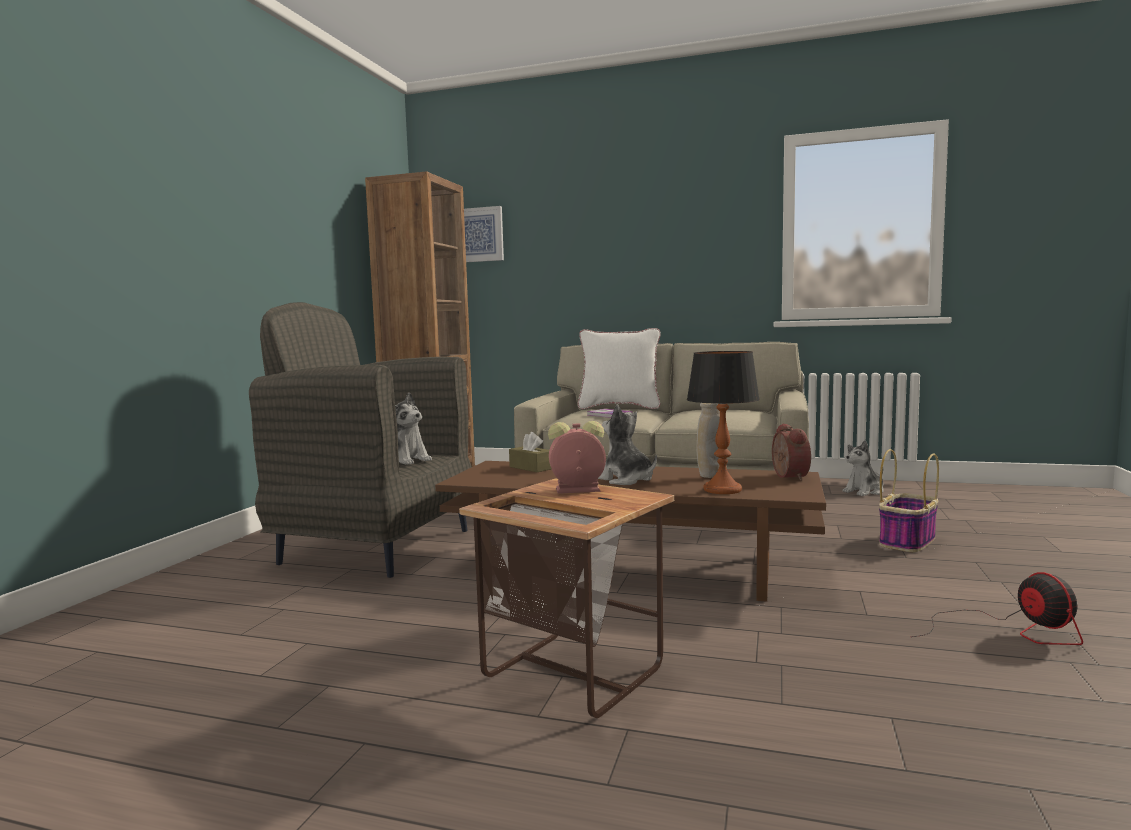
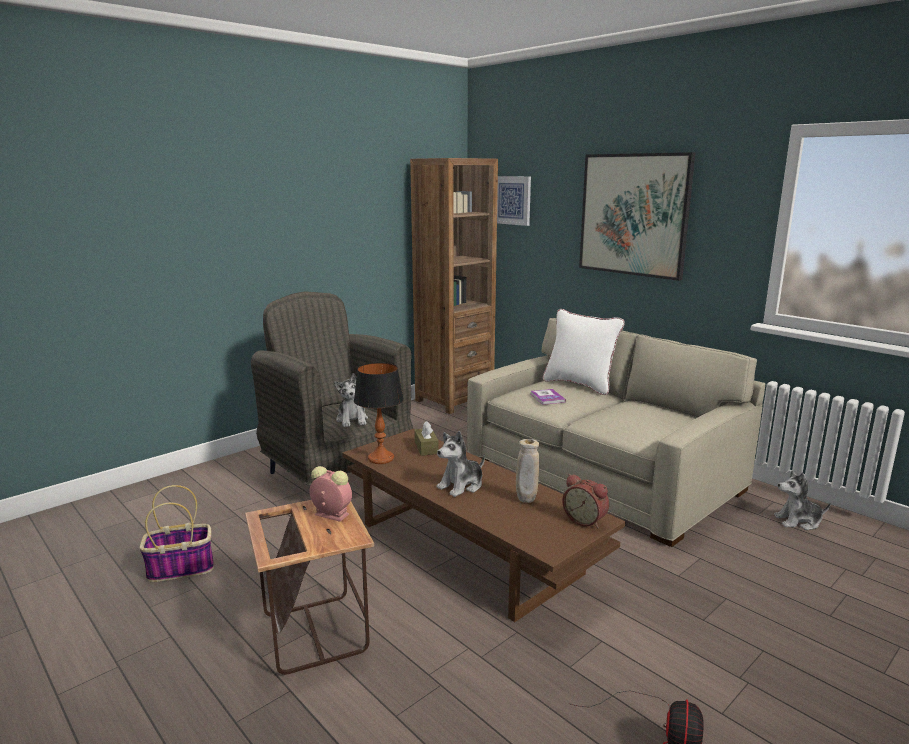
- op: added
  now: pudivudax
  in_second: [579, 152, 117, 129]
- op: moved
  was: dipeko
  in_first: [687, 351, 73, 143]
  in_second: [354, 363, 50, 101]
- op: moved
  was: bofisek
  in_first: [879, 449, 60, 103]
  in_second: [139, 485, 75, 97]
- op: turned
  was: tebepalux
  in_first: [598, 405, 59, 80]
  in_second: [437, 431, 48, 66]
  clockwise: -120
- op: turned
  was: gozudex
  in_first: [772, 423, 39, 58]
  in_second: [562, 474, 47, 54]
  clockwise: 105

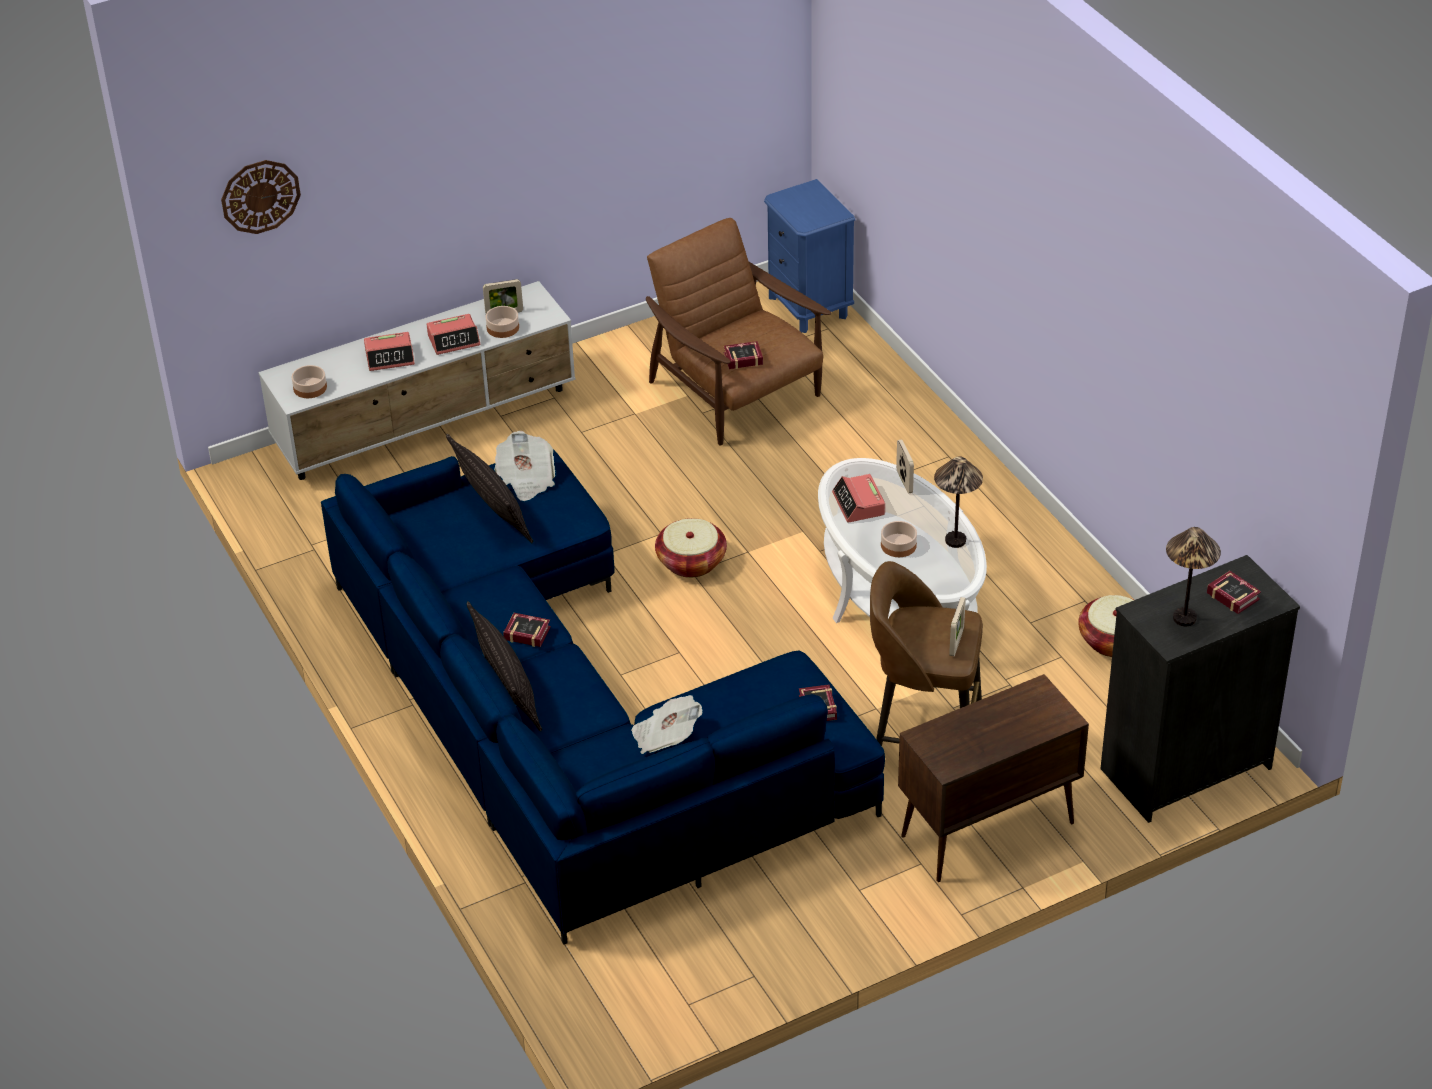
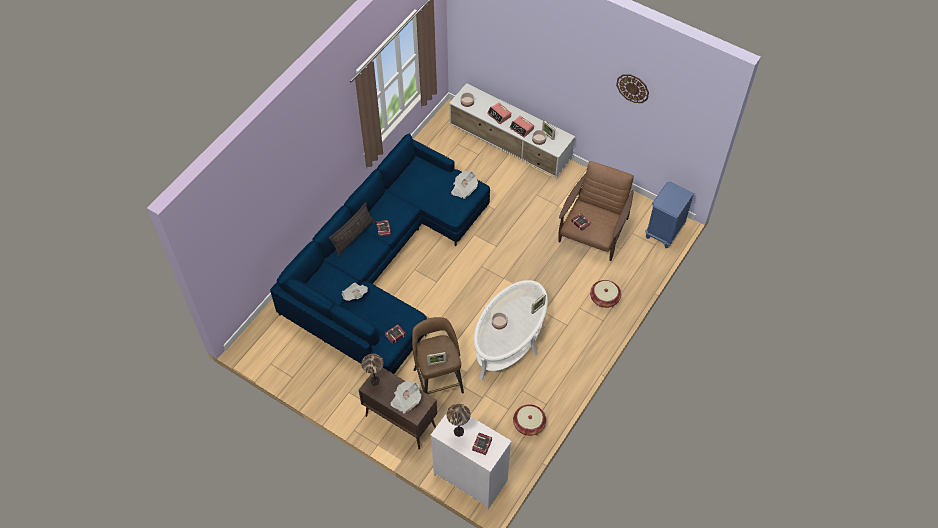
- op: removed
  was: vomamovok
  in_first: [446, 434, 87, 109]
- op: removed
  was: gozudex
  in_first: [832, 474, 53, 48]
- op: added
  now: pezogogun
  in_second: [390, 380, 31, 34]
- op: moved
  was: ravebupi
  in_first: [221, 160, 80, 74]
  in_second: [616, 74, 33, 29]
- op: moved
  was: bofisek
  in_first: [655, 518, 72, 60]
  in_second: [590, 280, 31, 28]
- op: moved
  was: dipeko
  in_first: [934, 456, 49, 92]
  in_second: [361, 354, 23, 32]
- op: recoloured
  was: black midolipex
  now: white midolipex
  in_first: [1100, 555, 200, 268]
  in_second: [430, 413, 82, 96]

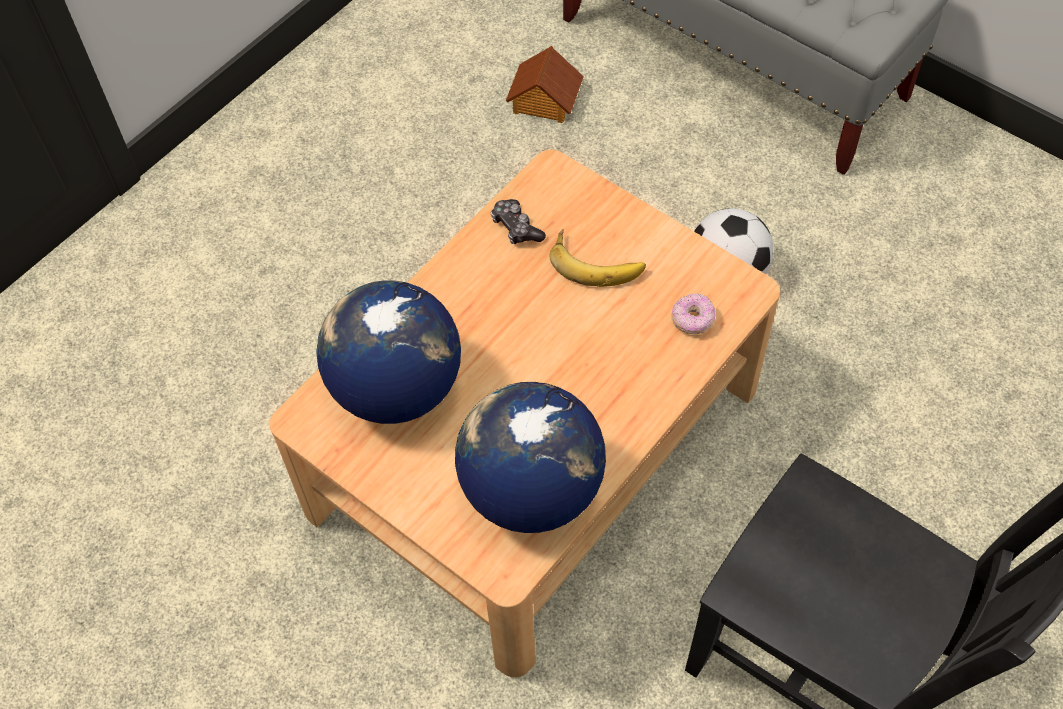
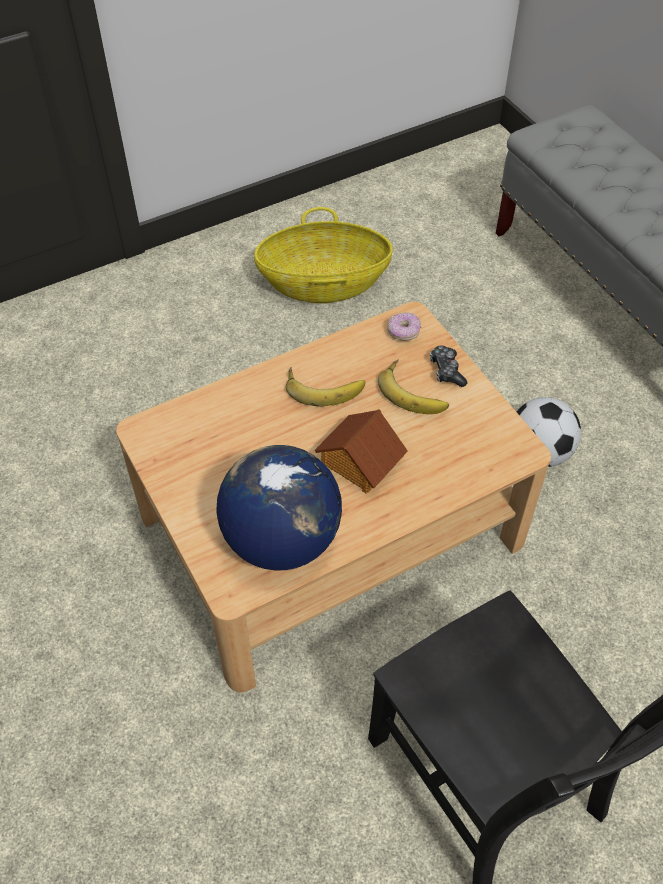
- op: removed
  was: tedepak
  in_first: [317, 280, 144, 144]
- op: added
  now: bofisek
  in_second: [254, 207, 139, 96]
- op: added
  now: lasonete
  in_second: [286, 367, 79, 39]
- op: moved
  was: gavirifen
  in_first: [491, 199, 55, 45]
  in_second: [430, 345, 37, 42]
- op: moved
  was: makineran
  in_first: [506, 46, 78, 77]
  in_second: [314, 409, 94, 85]
- op: moved
  was: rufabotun
  in_first: [672, 293, 43, 41]
  in_second: [387, 313, 34, 28]

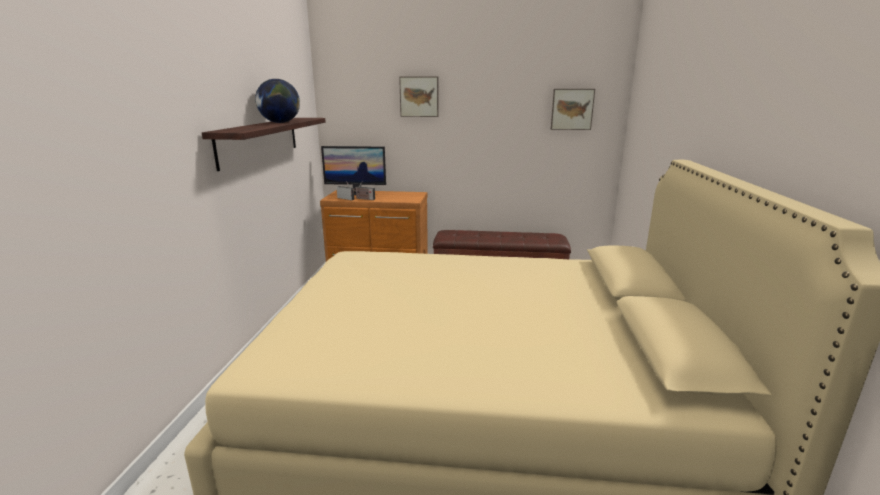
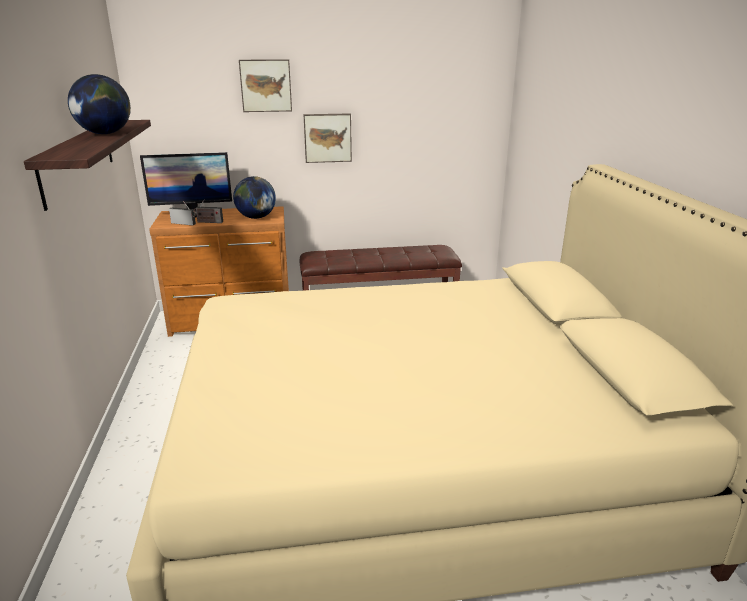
- op: added
  now: tedepak
  in_second: [233, 176, 43, 43]
- op: moved
  was: pudivudax
  in_first: [551, 89, 44, 41]
  in_second: [303, 113, 49, 50]

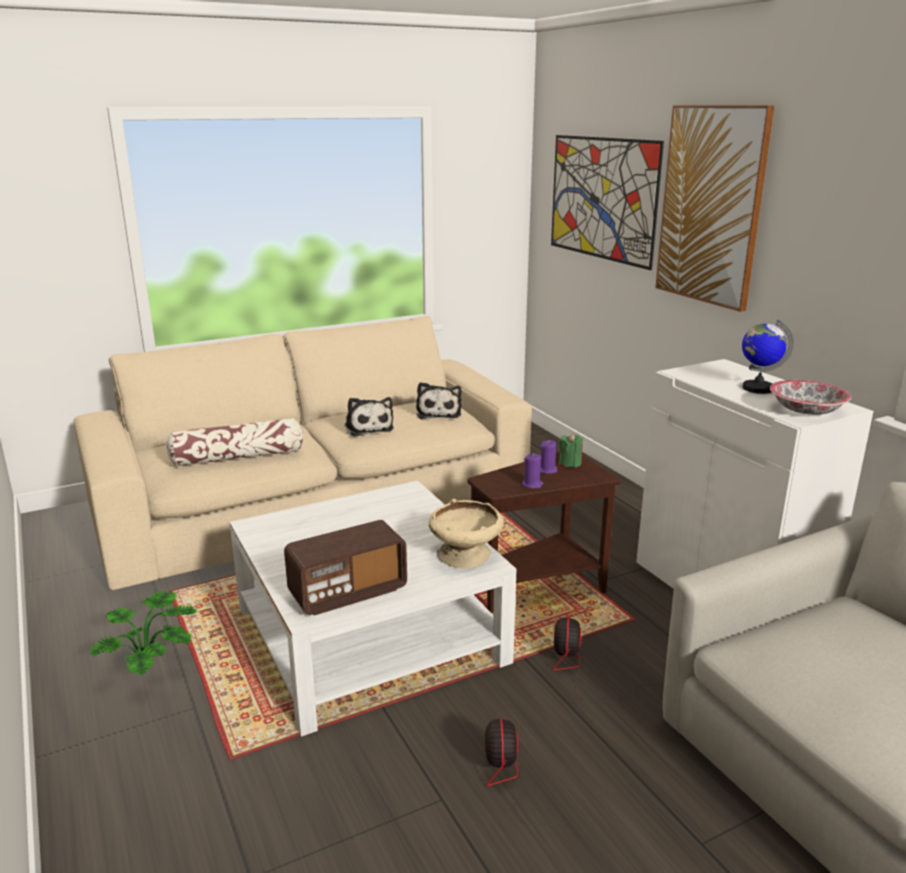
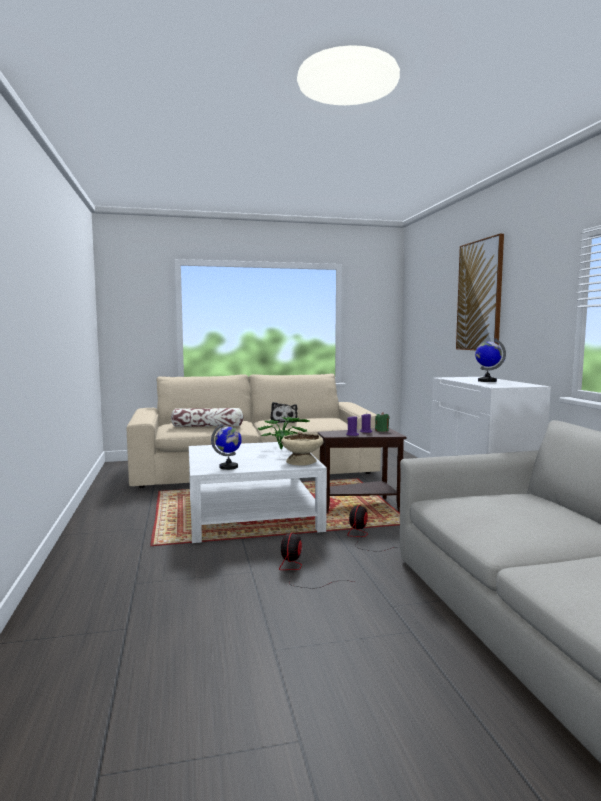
- op: removed
  was: tebepalux
  in_first: [416, 382, 46, 37]
- op: removed
  was: pudivudax
  in_first: [551, 135, 113, 135]
- op: removed
  was: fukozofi
  in_first: [770, 380, 81, 35]
- op: moved
  was: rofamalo
  in_first: [89, 591, 108, 85]
  in_second: [257, 417, 52, 32]
- op: replaced
  was: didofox
  now: tedepak
  in_first: [284, 520, 123, 95]
  in_second: [211, 424, 31, 46]

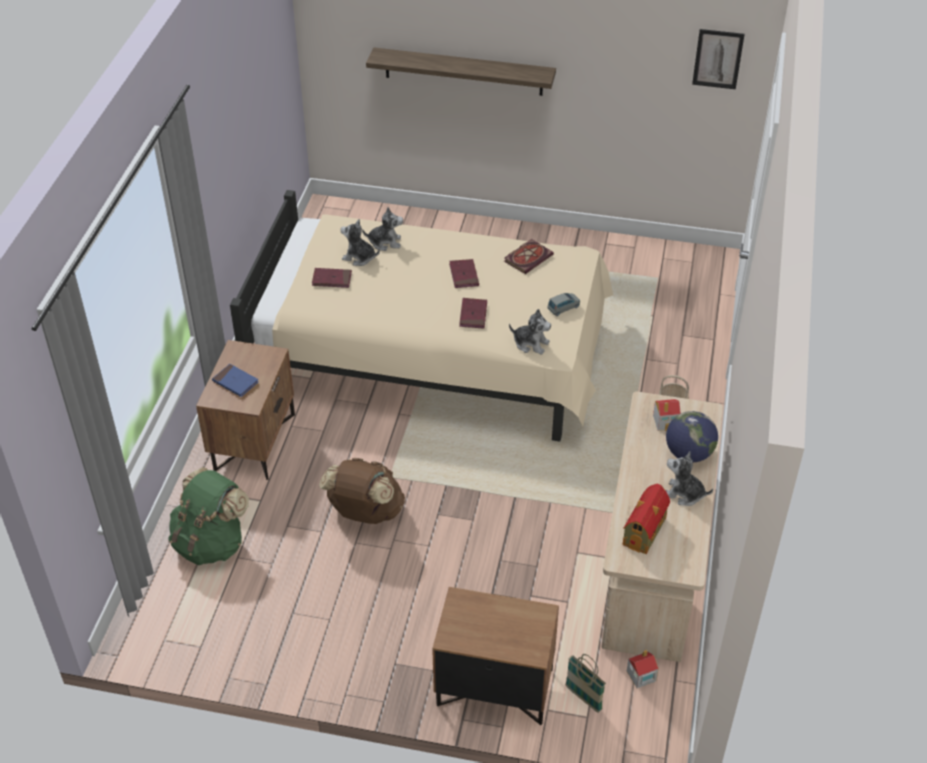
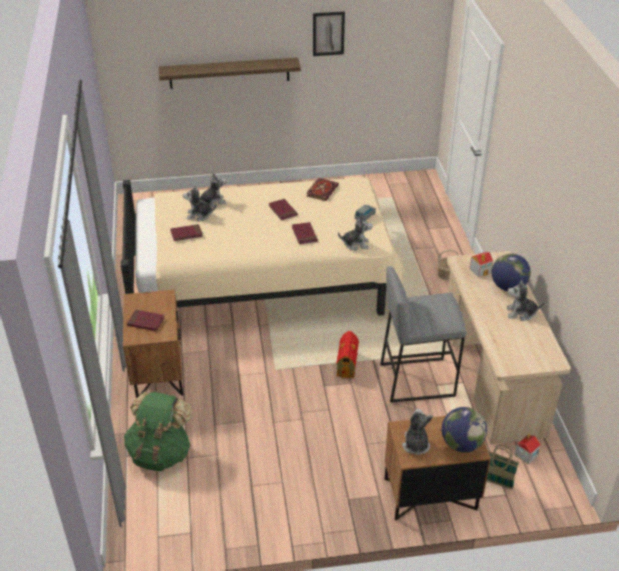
- op: removed
  was: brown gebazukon
  in_first: [319, 458, 86, 66]
- op: added
  now: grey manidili
  in_second: [380, 266, 86, 137]
- op: added
  now: tebepalux
  in_second: [402, 409, 31, 46]
- op: added
  now: tedepak
  in_second: [442, 407, 45, 45]
- op: moved
  was: makineran
  in_first: [623, 483, 47, 71]
  in_second: [336, 331, 23, 47]
- op: moved
  was: pudivudax
  in_first: [692, 29, 53, 60]
  in_second: [313, 11, 32, 45]
- op: recoloured
  was: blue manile
  now: red manile
  in_first: [212, 364, 47, 33]
  in_second: [127, 310, 38, 21]

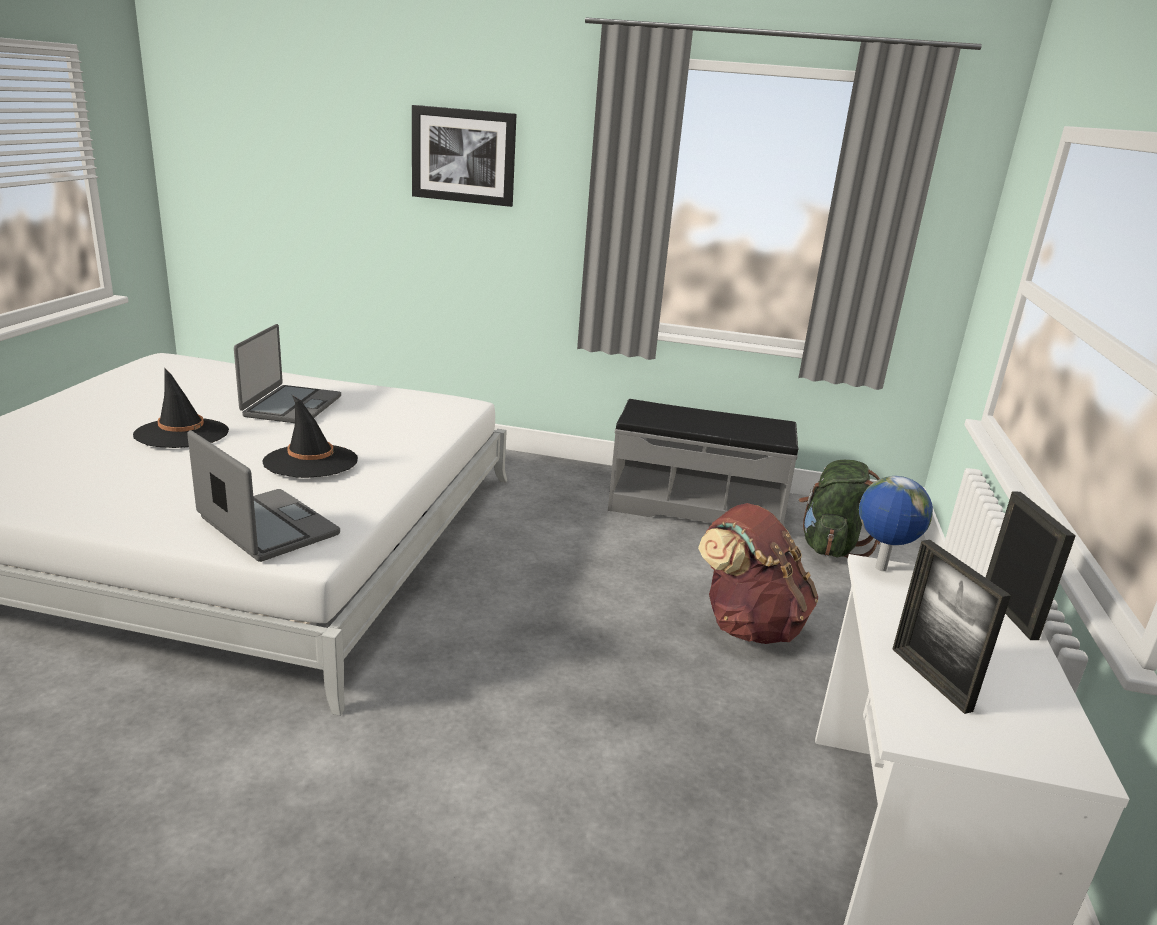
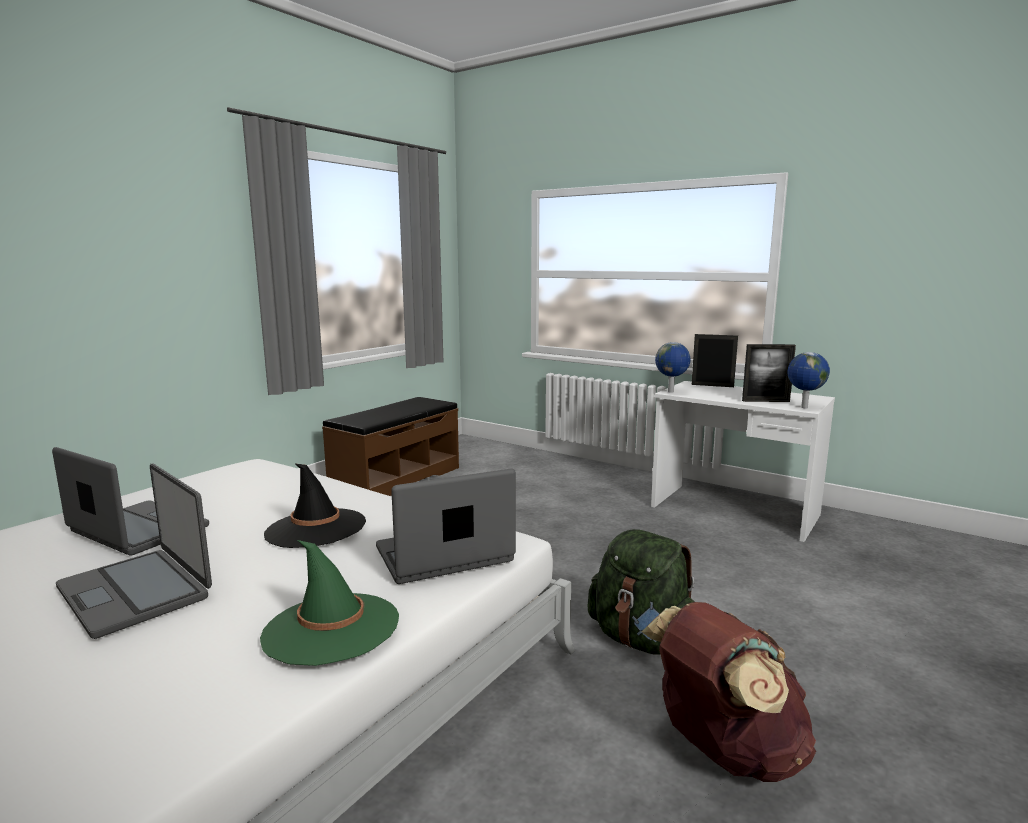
- op: removed
  was: pudivudax
  in_first: [412, 105, 105, 102]
- op: added
  now: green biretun
  in_second: [260, 540, 139, 126]
- op: added
  now: tedepak
  in_second: [788, 352, 42, 56]
- op: moved
  was: brown gebazukon
  in_first: [698, 503, 120, 141]
  in_second: [641, 602, 175, 180]
- op: moved
  was: green gebazukon
  in_first: [799, 460, 81, 98]
  in_second: [588, 529, 107, 126]
- op: replaced
  was: black biretun
  now: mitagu
  in_first: [133, 368, 96, 80]
  in_second: [56, 464, 156, 175]
- op: recoloured
  was: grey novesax
  now: brown novesax
  in_first: [608, 399, 191, 126]
  in_second: [322, 397, 137, 99]

